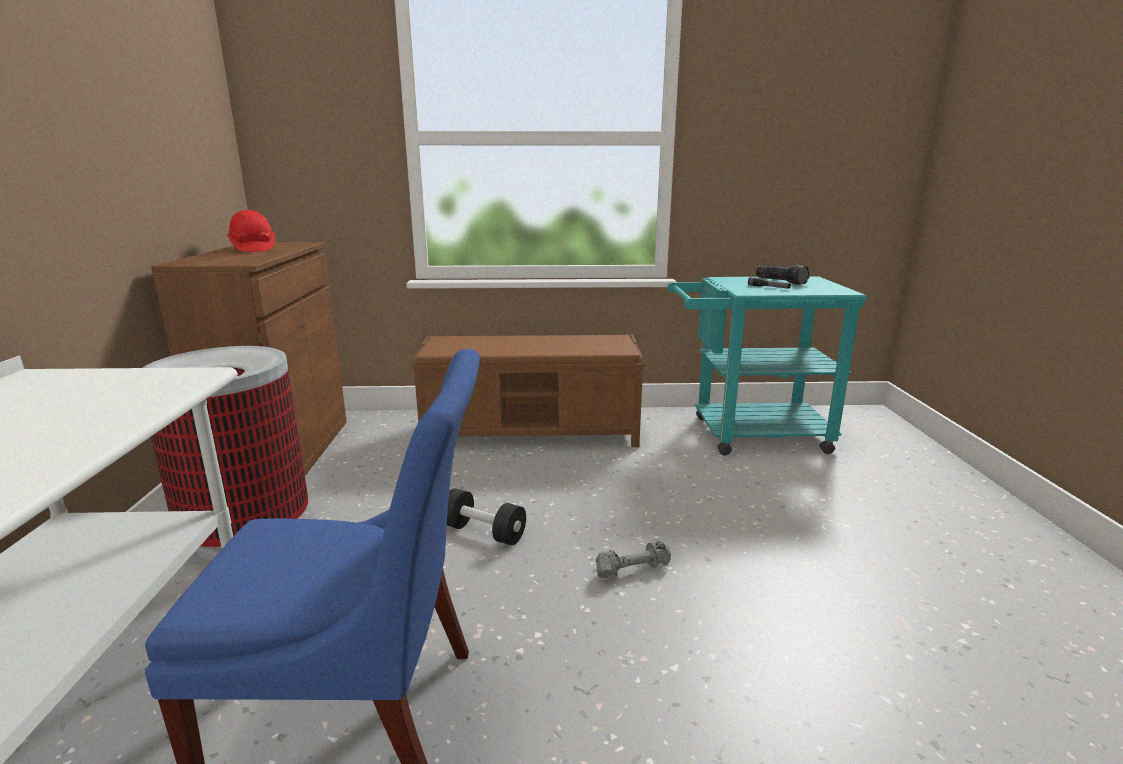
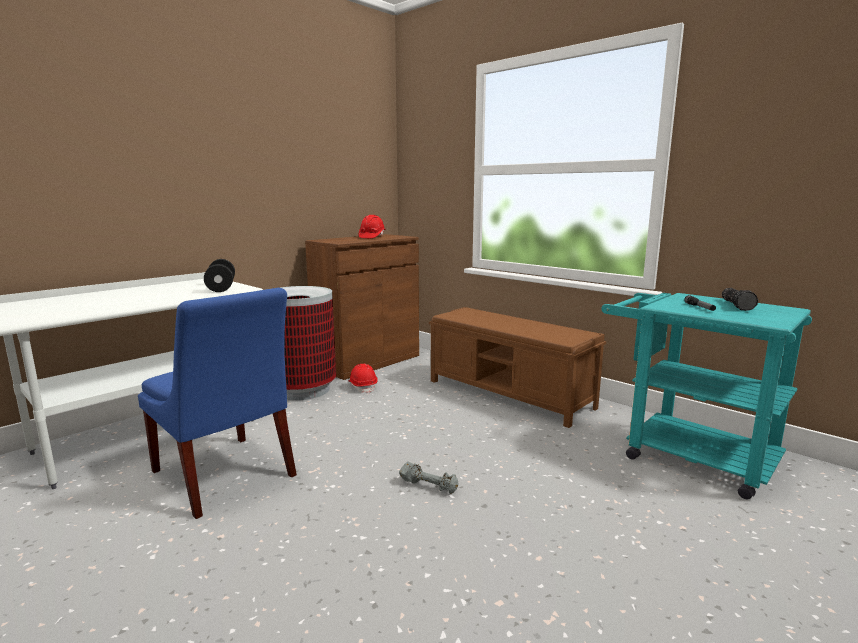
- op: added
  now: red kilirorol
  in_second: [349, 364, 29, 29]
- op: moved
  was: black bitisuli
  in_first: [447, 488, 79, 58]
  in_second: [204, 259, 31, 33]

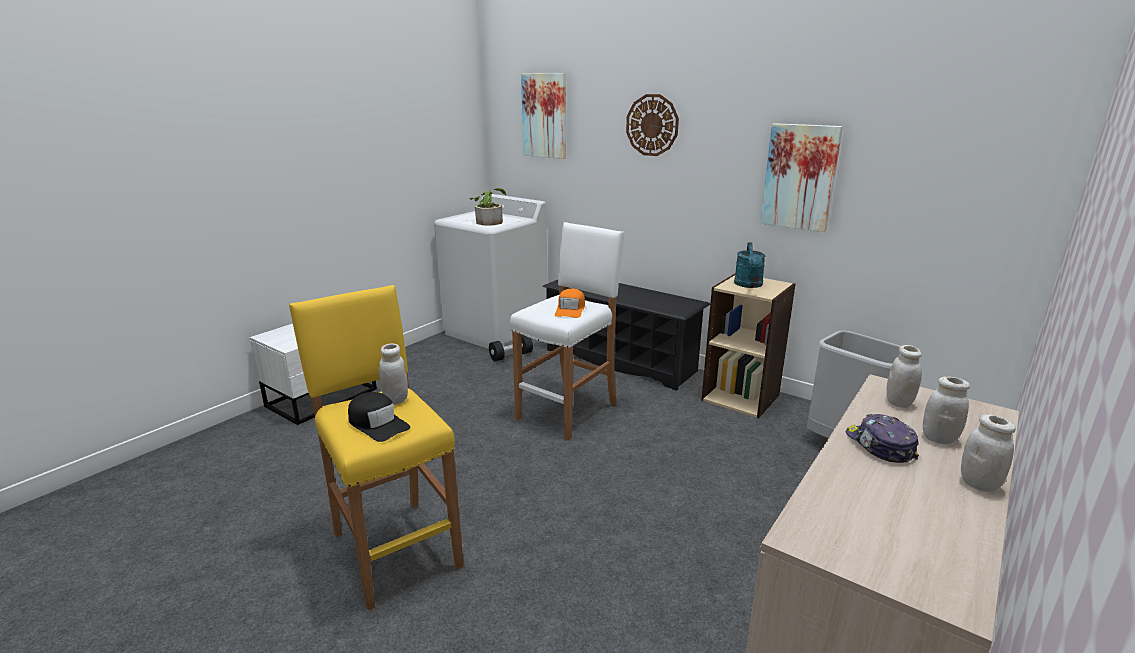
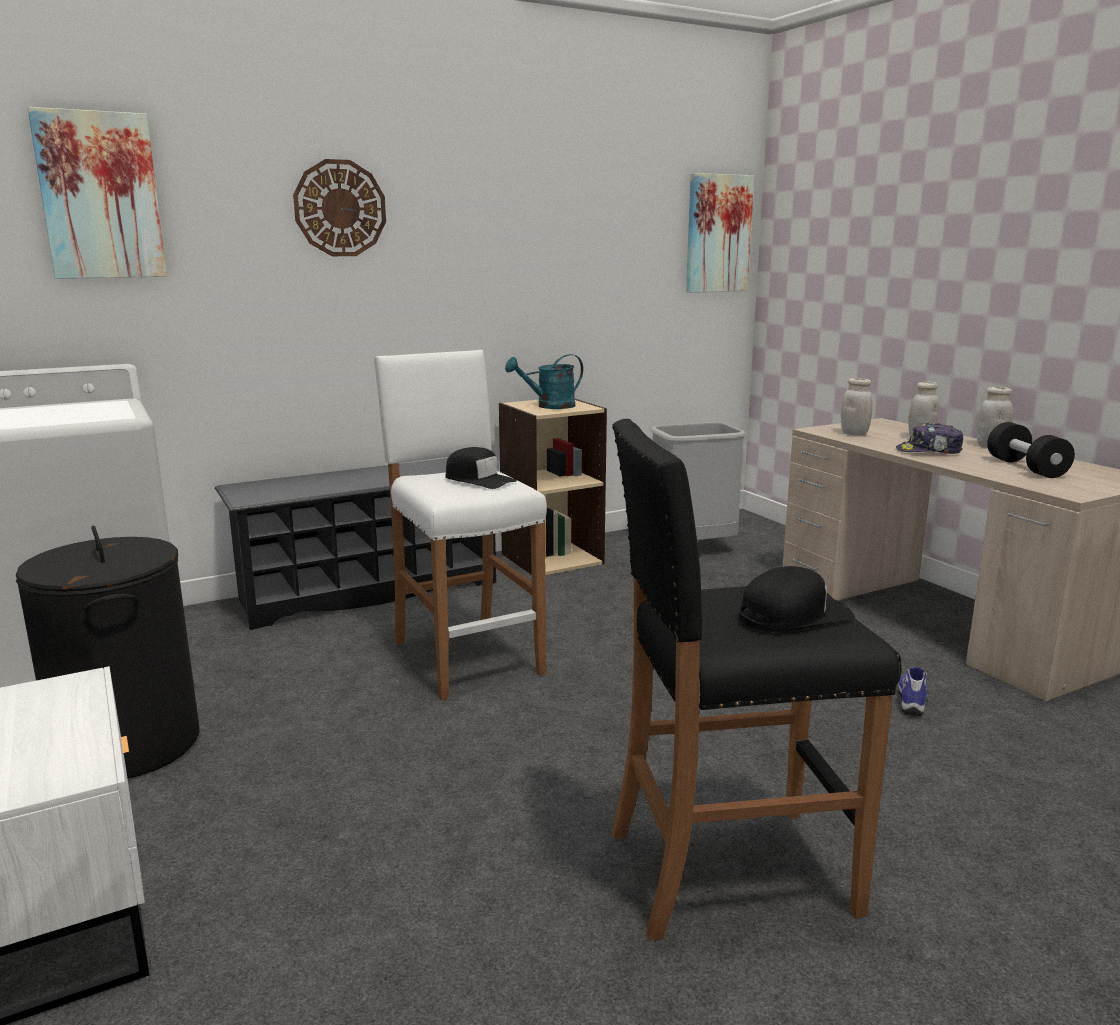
- op: removed
  was: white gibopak
  in_first: [379, 343, 29, 62]
- op: removed
  was: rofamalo
  in_first: [469, 188, 37, 37]
- op: added
  now: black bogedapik
  in_second: [15, 526, 185, 253]
- op: added
  now: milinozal
  in_second: [898, 667, 30, 49]
- op: moved
  was: black bitisuli
  in_first: [489, 335, 44, 26]
  in_second: [987, 422, 88, 56]
- op: moved
  was: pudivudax
  in_first: [760, 123, 83, 109]
  in_second: [686, 173, 68, 120]
- op: recoloured
  was: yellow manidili
  now: black manidili
  in_first: [289, 285, 175, 326]
  in_second: [611, 419, 291, 521]
- op: recoloured
  was: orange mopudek
  now: black mopudek
  in_first: [555, 289, 30, 29]
  in_second: [446, 447, 71, 42]
- op: turned
  was: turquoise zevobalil
  in_first: [734, 242, 31, 46]
  in_second: [505, 354, 78, 55]
  clockwise: 120

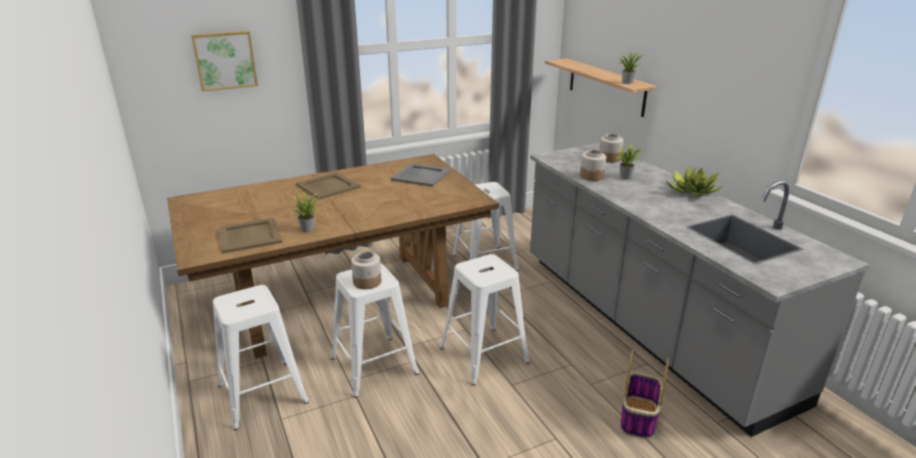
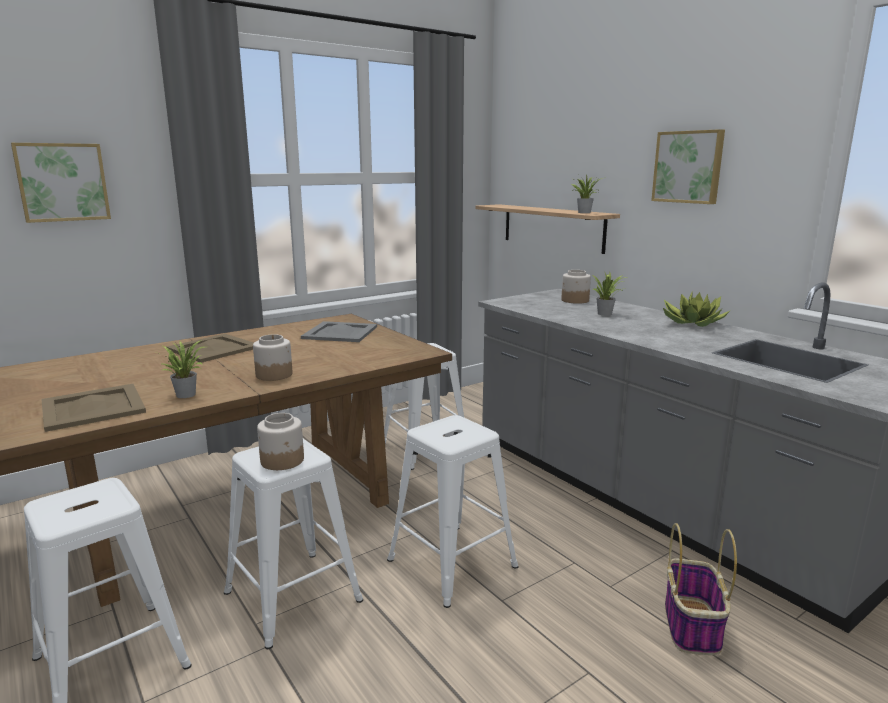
- op: added
  now: pudivudax
  in_second: [651, 129, 74, 75]
- op: moved
  was: gibopak
  in_first: [580, 149, 26, 32]
  in_second: [253, 334, 40, 47]

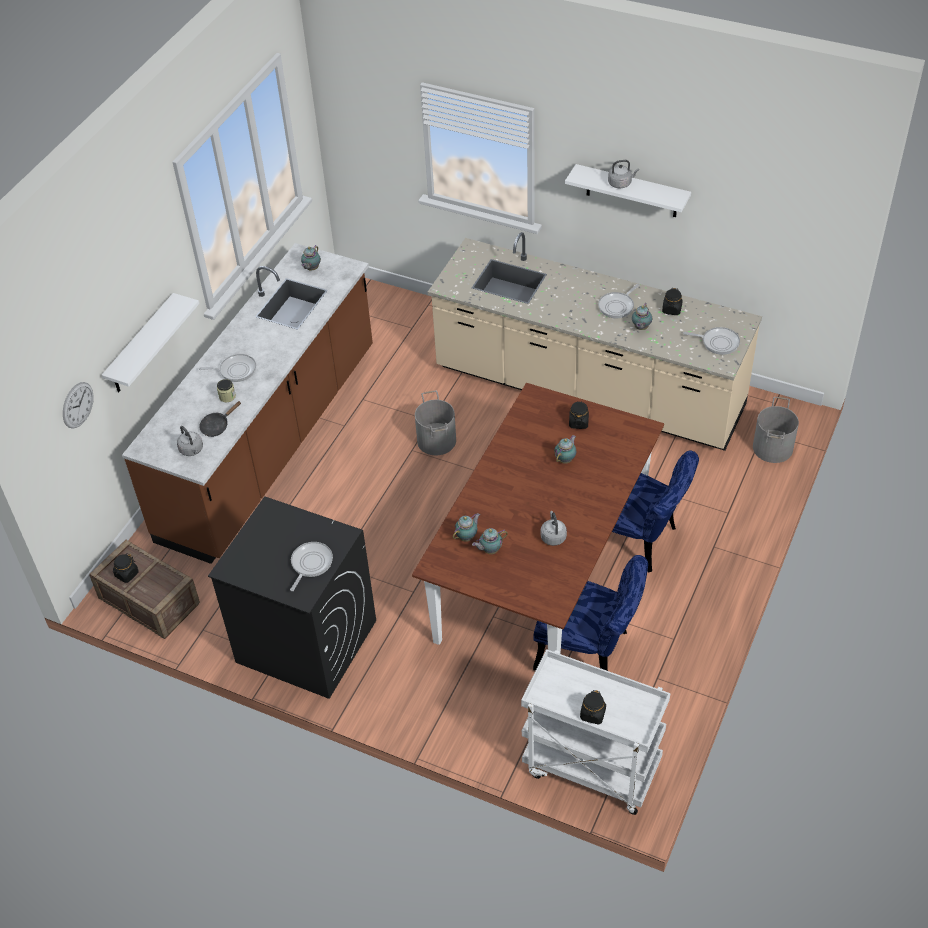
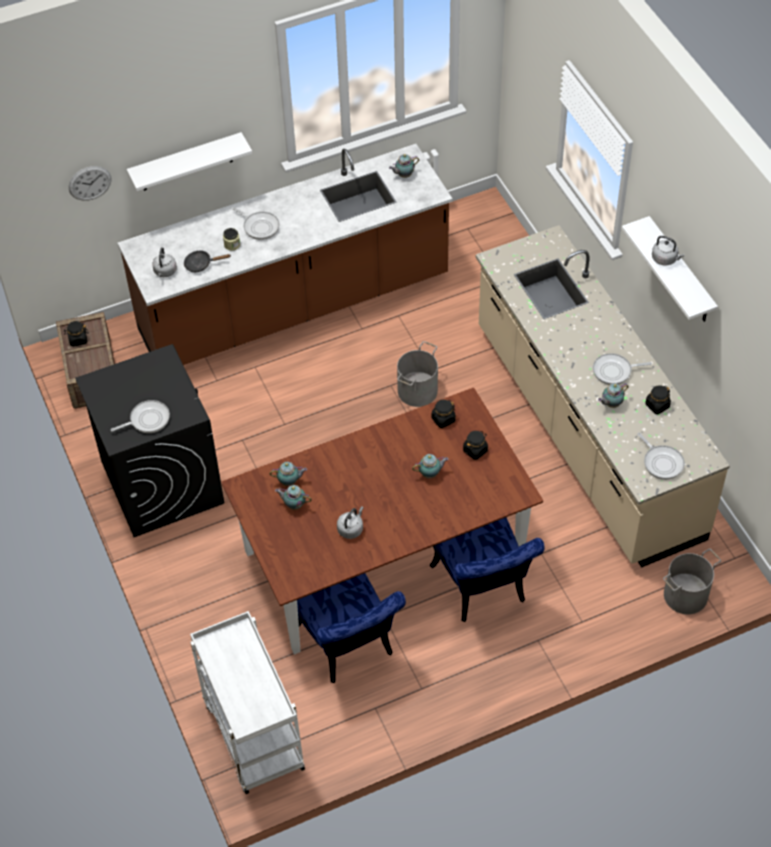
- op: moved
  was: black gibopak
  in_first: [580, 690, 26, 34]
  in_second: [431, 400, 25, 28]

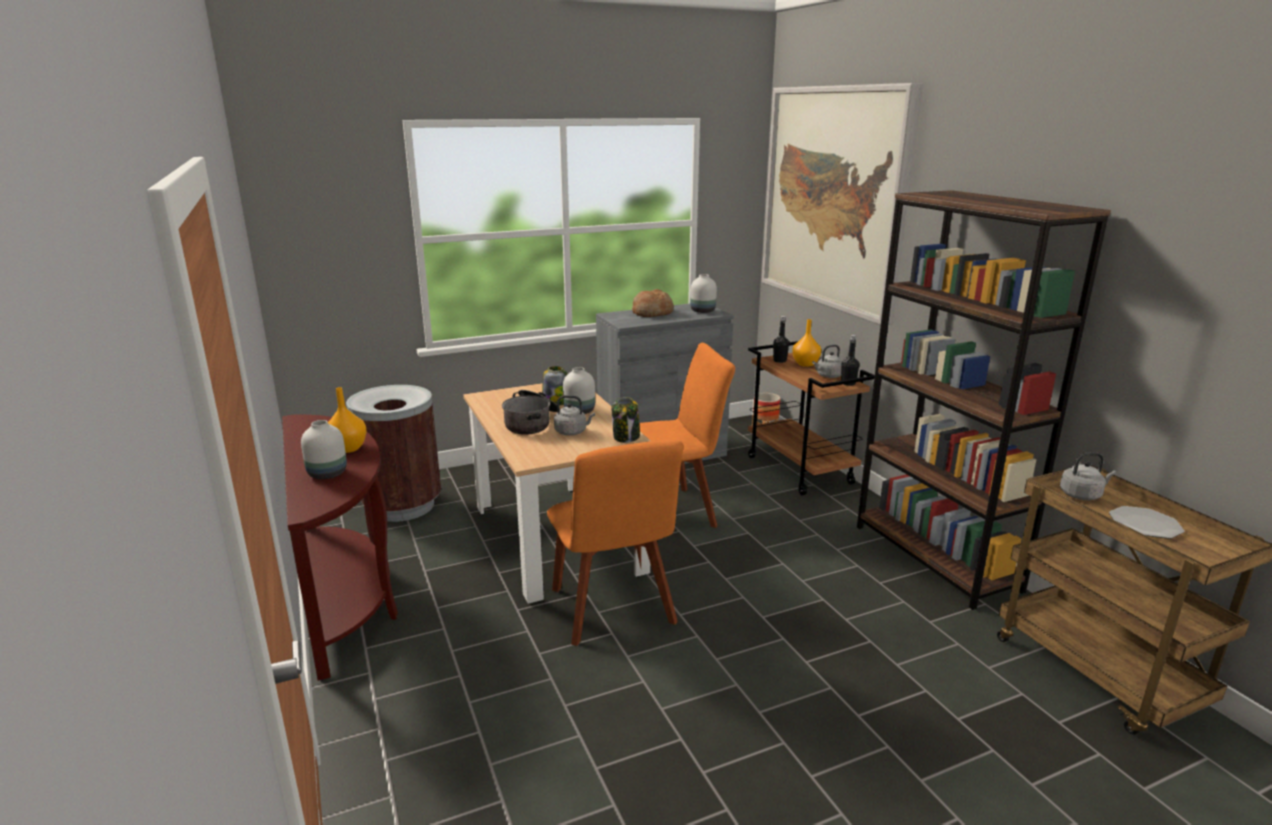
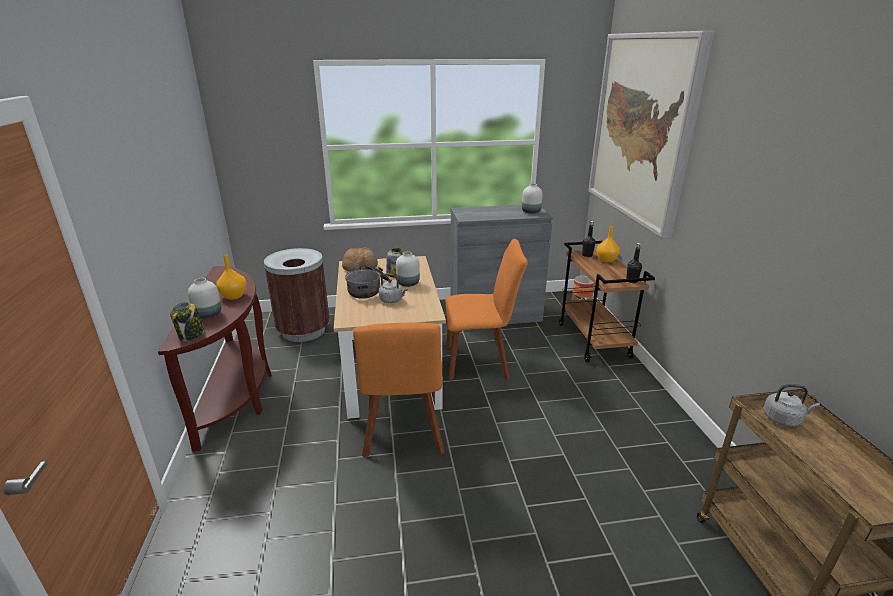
- op: removed
  was: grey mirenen
  in_first: [812, 345, 30, 33]
- op: removed
  was: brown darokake
  in_first: [857, 190, 254, 420]
- op: removed
  was: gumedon
  in_first: [1109, 506, 76, 33]
- op: moved
  was: gibopak
  in_first: [612, 397, 28, 46]
  in_second: [170, 302, 35, 39]
- op: moved
  was: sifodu
  in_first: [632, 289, 42, 28]
  in_second: [342, 247, 36, 25]

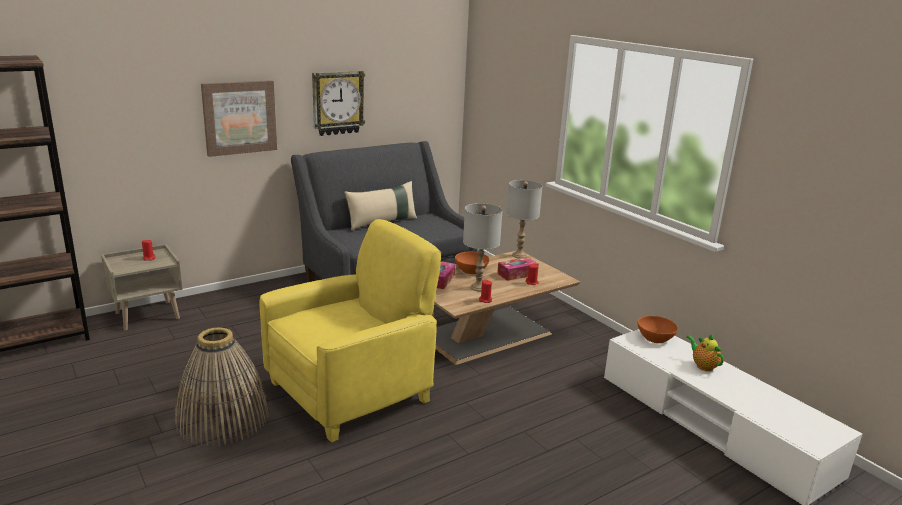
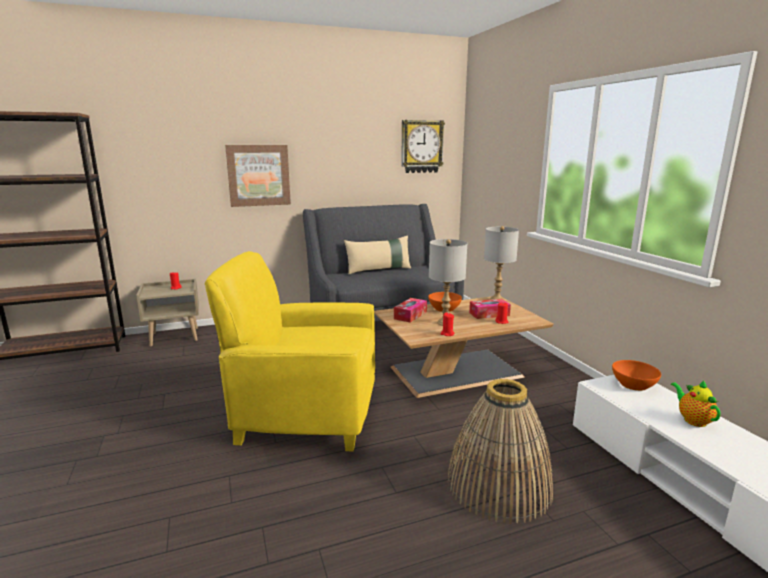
- op: moved
  was: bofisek
  in_first: [175, 327, 94, 119]
  in_second: [448, 379, 105, 145]
- op: moved
  was: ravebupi
  in_first: [312, 71, 53, 65]
  in_second: [401, 120, 44, 53]
- op: turned
  was: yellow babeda
  in_first: [259, 219, 182, 223]
  in_second: [205, 251, 170, 201]
  clockwise: -150

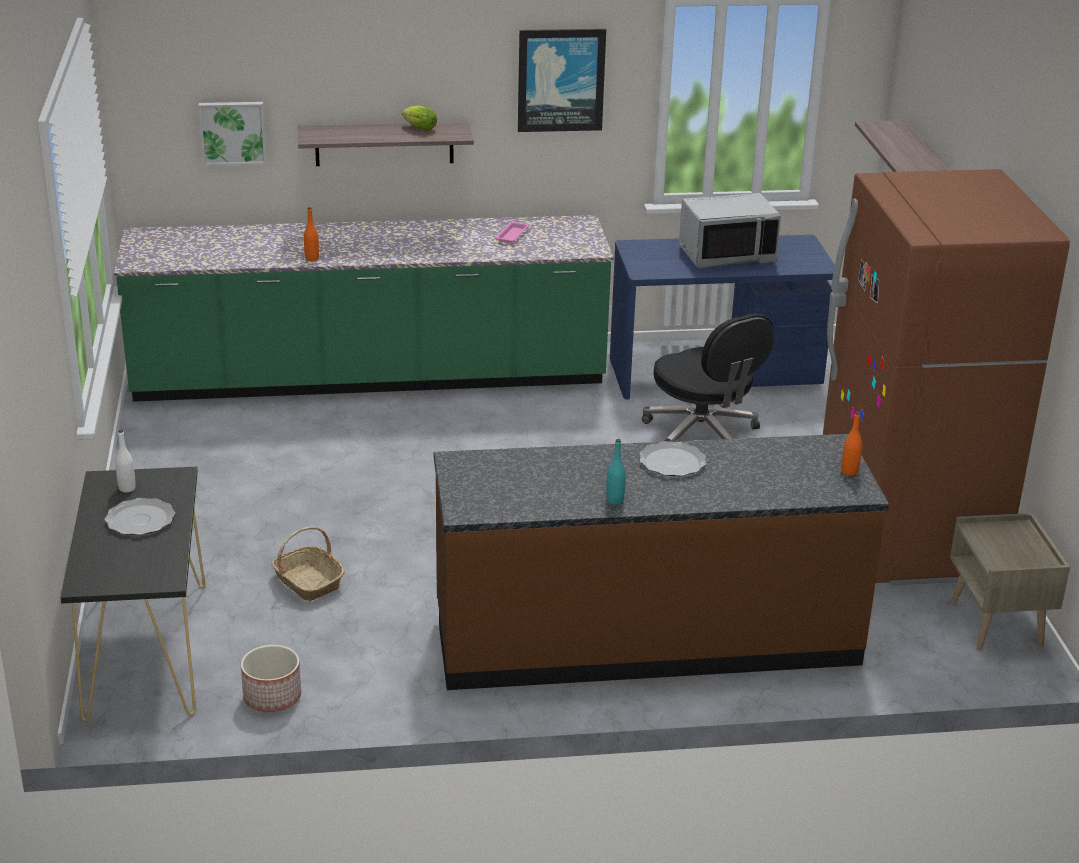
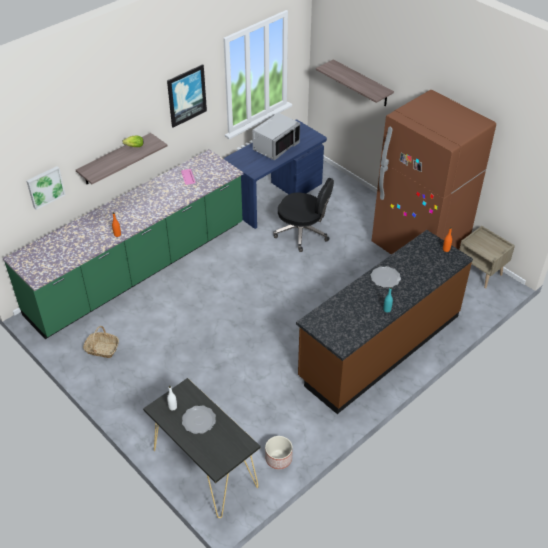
- op: moved
  was: bofisek
  in_first: [271, 526, 74, 75]
  in_second: [83, 326, 36, 32]

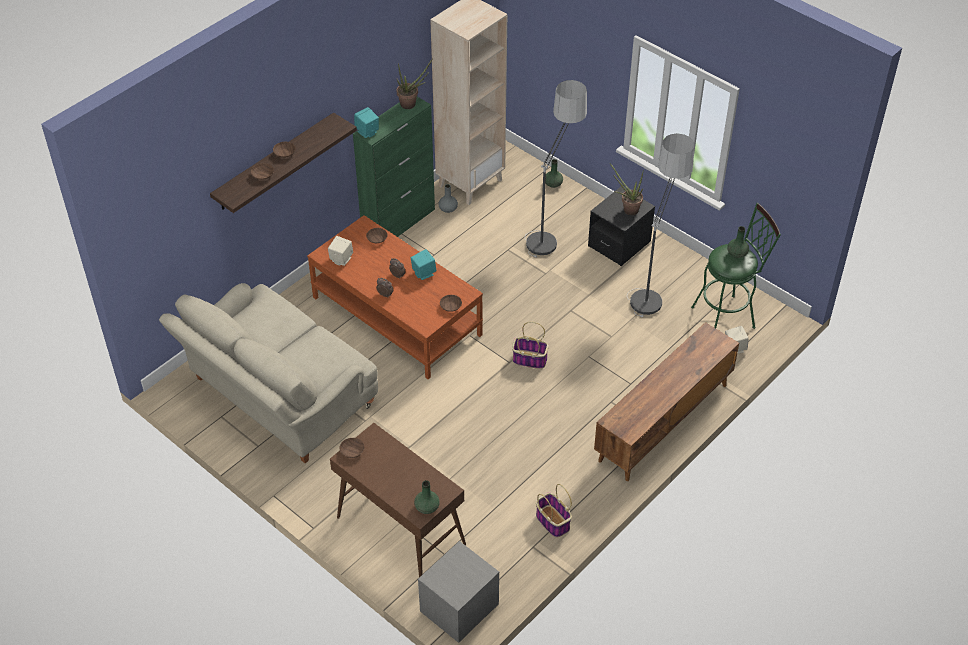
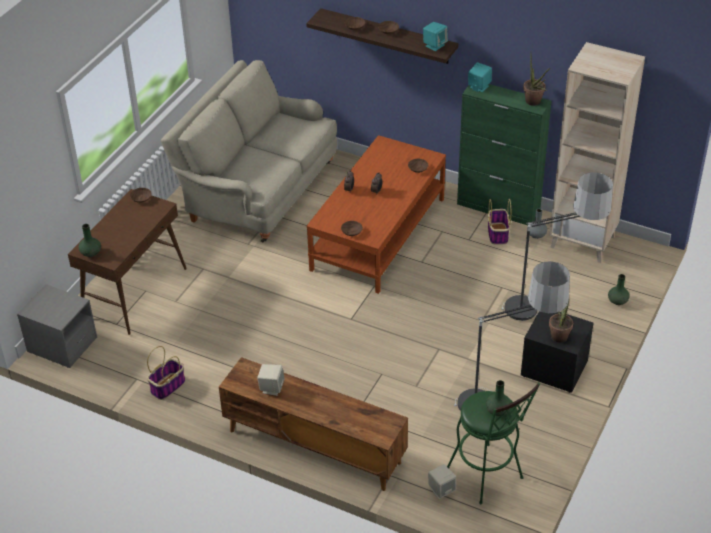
- op: moved
  was: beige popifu
  in_first: [328, 236, 25, 30]
  in_second: [257, 364, 28, 32]
- op: moved
  was: turquoise popifu
  in_first: [411, 249, 25, 31]
  in_second: [423, 22, 25, 29]
- op: moved
  was: bofisek
  in_first: [512, 322, 37, 47]
  in_second: [488, 199, 23, 46]

